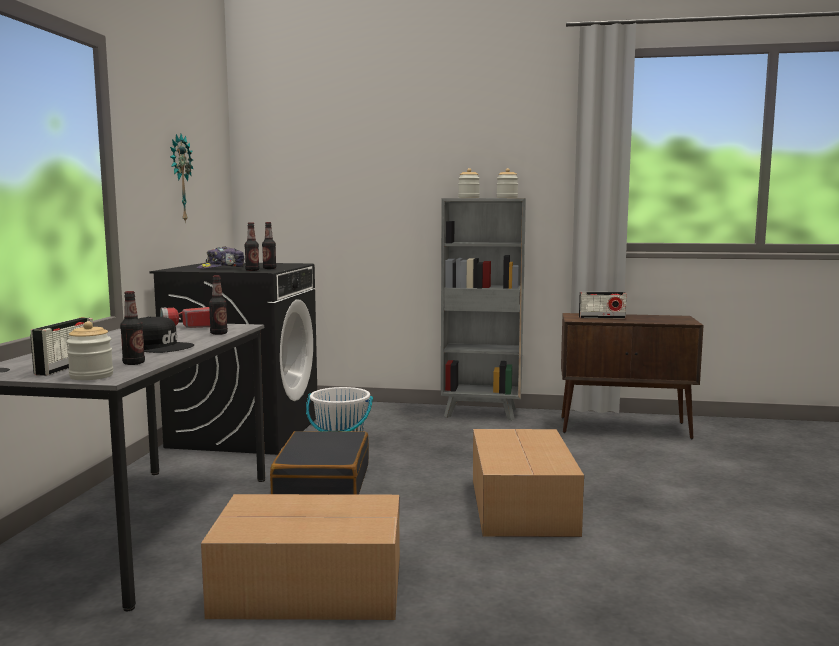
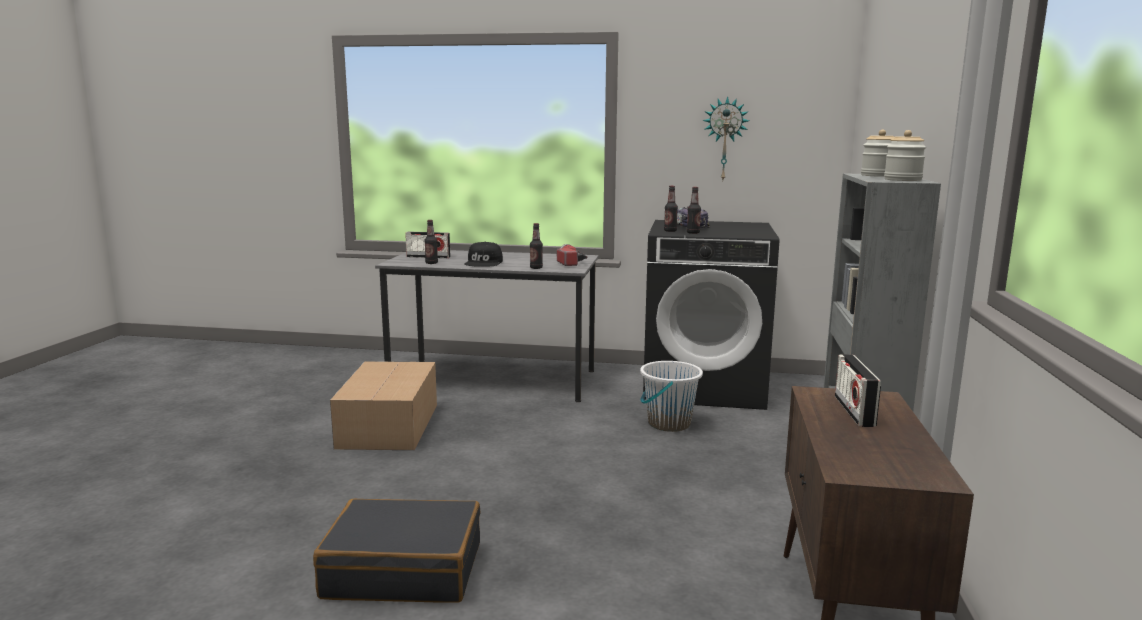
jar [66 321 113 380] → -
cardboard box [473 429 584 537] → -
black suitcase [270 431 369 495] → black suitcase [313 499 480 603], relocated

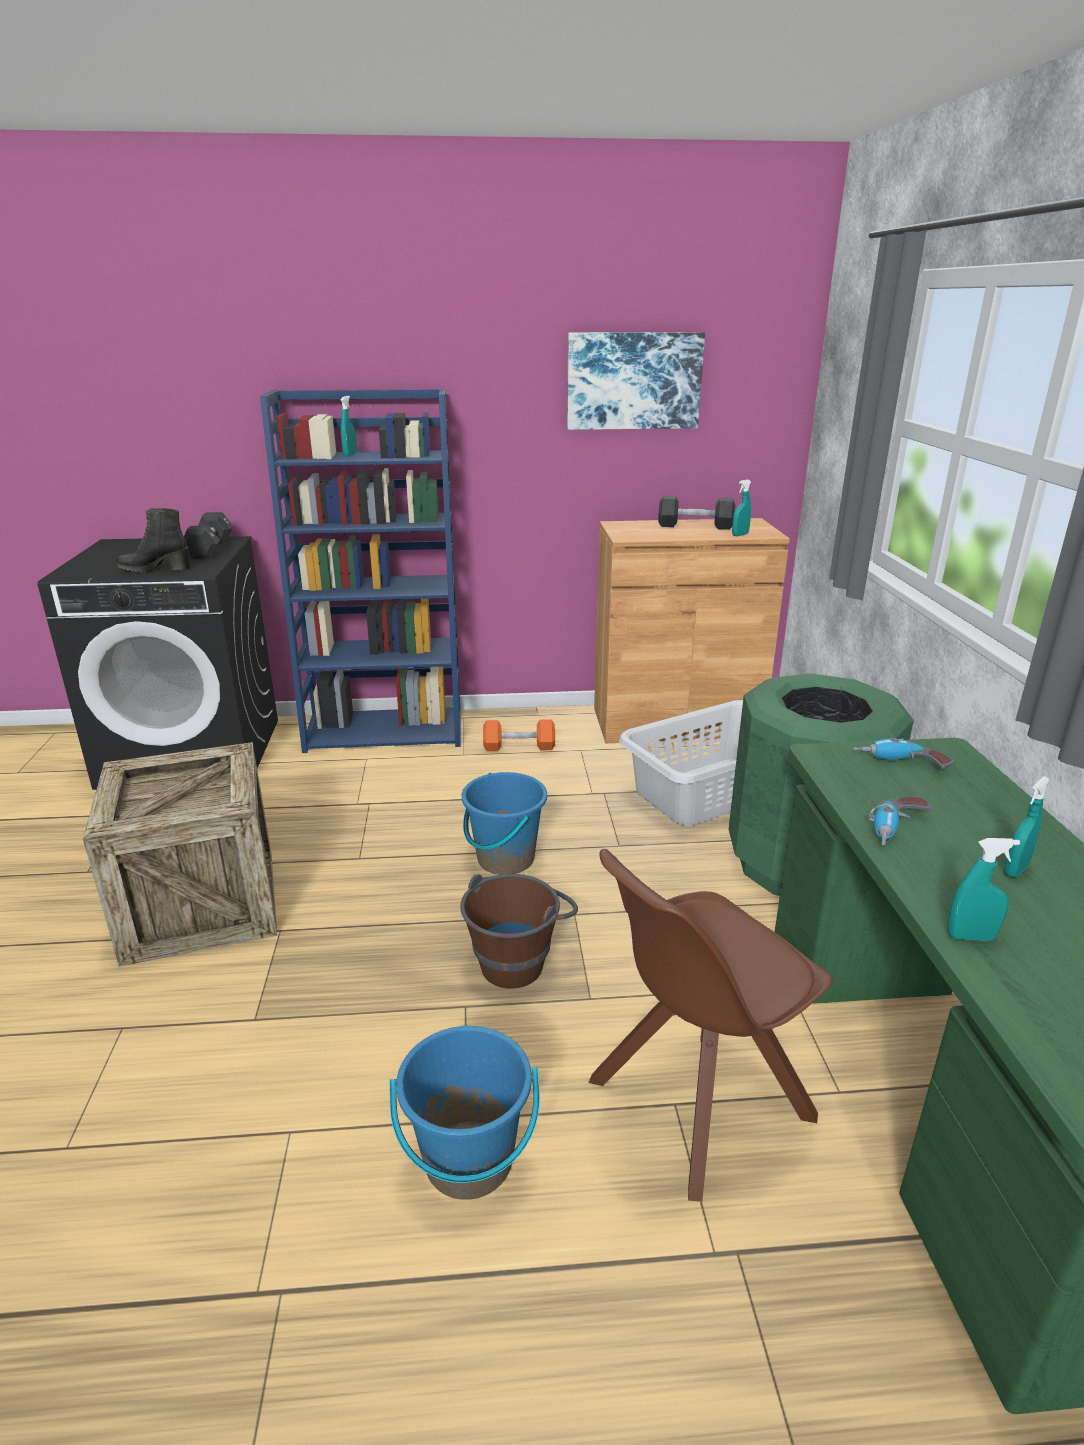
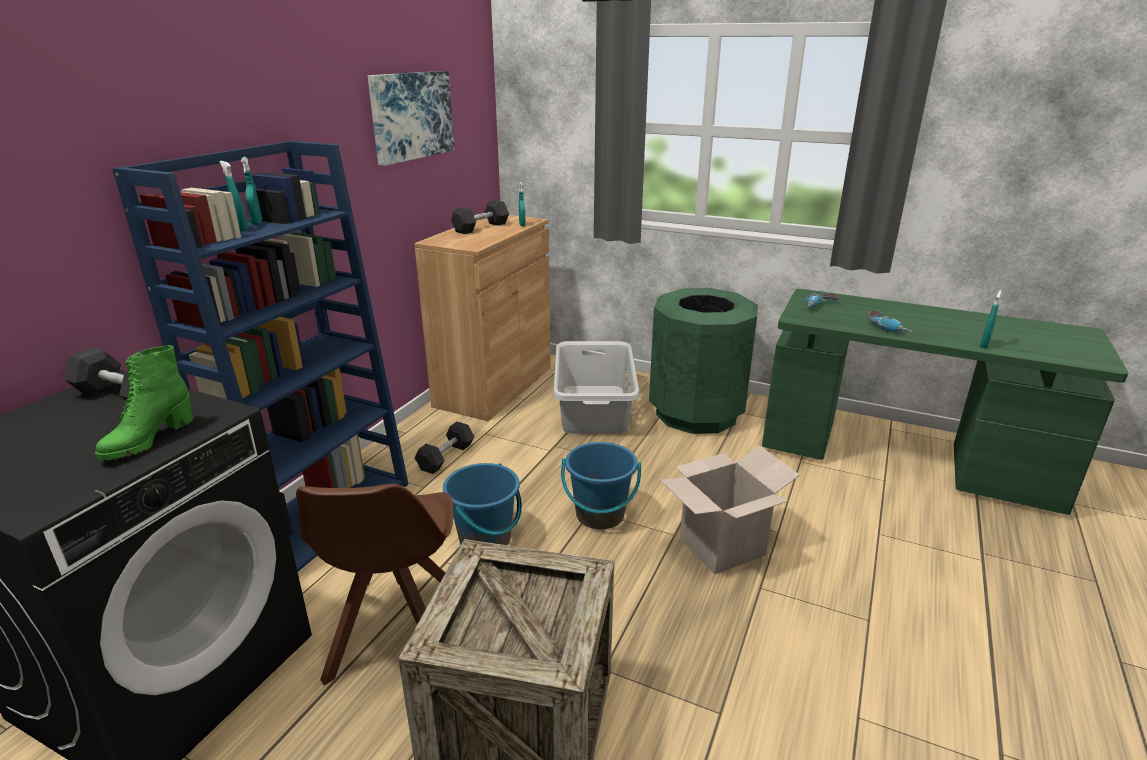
blue bucket [389 1026 540 1200] → blue bucket [443 463 522 545], relocated
brown chair [588 849 833 1202] → brown chair [296 484 454 686], relocated
turquoise spray bottle [1003 776 1050 877] → turquoise spray bottle [241 157 262 225], relocated
brown bucket [460 874 578 989] → cardboard box [660 445 800 575]
black boot [115 508 190 572] → green boot [95 345 193 461]
orange dumbbell [483 719 555 751] → black dumbbell [414 422 475 474]

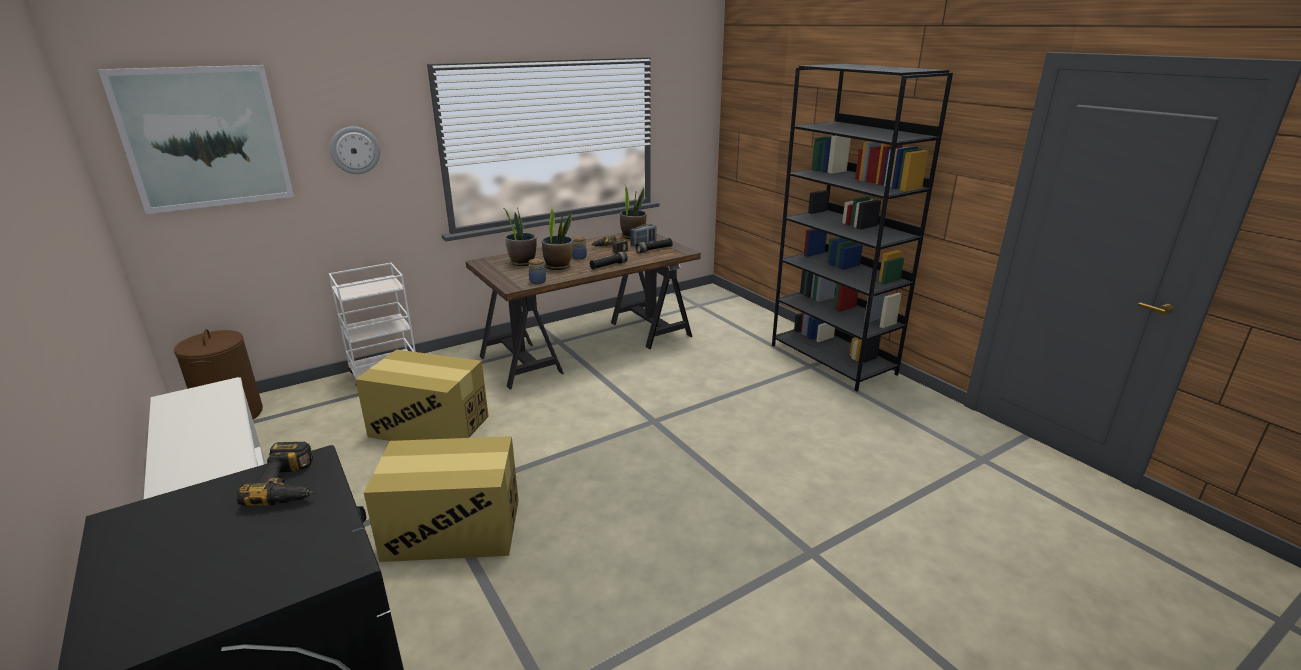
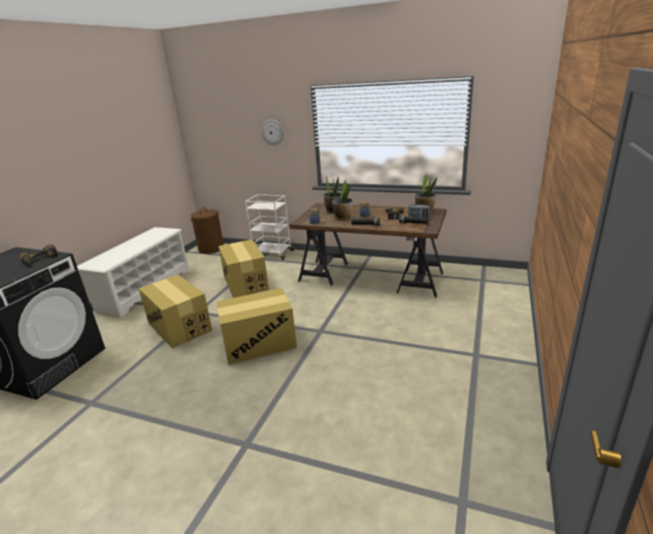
picture [98 65 294 214] → -
black bookcase [772 64 953 392] → -
- → cardboard box [216 288 297 365]

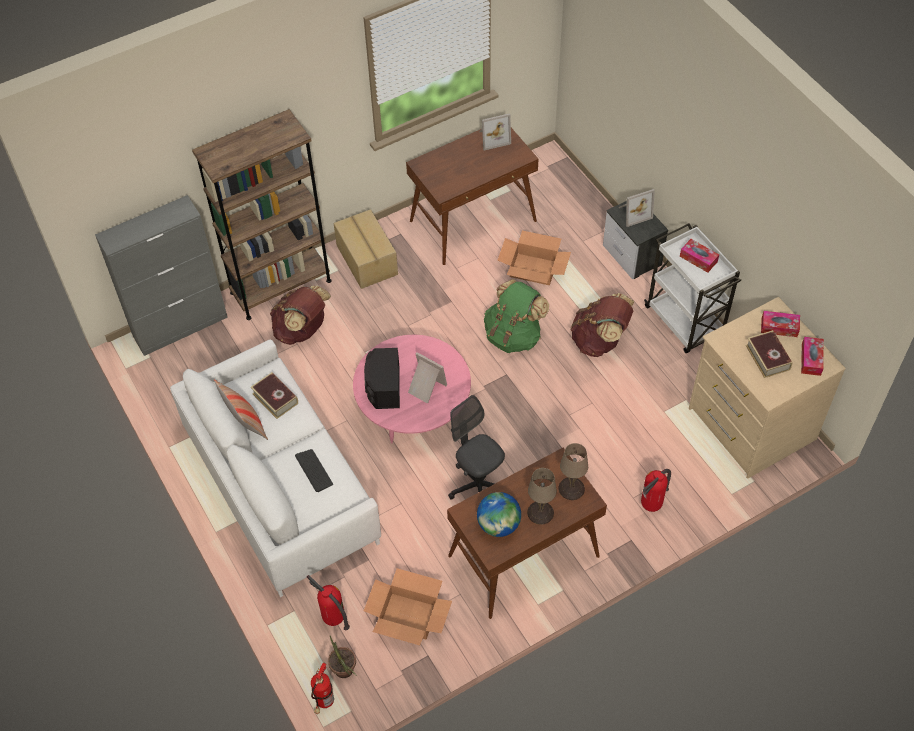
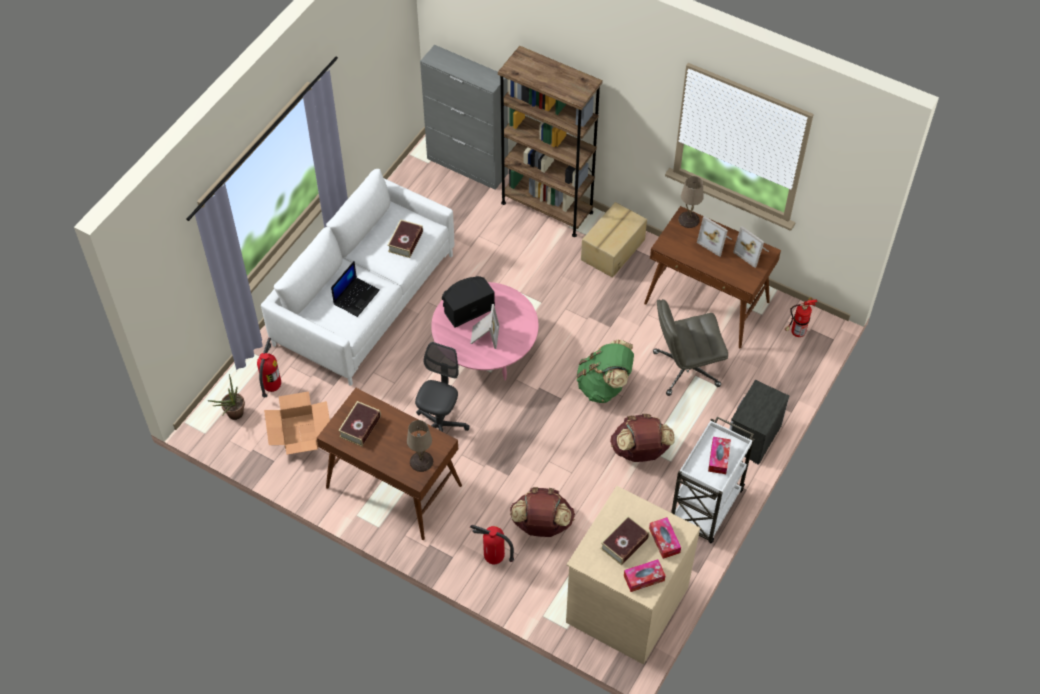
pillow [214 379 268 440] → -
brown backpack [270 286 331 345] → brown backpack [510 487 575 537], relocated
fire extinguisher [311 663 334 714] → fire extinguisher [785 298 817 337], relocated
beige table lamp [527 468 557 525] → beige table lamp [678 176 704 228], relocated
picture frame [618 189 655 227] → picture frame [697 216 732 257], relocated
keyboard [295 449 333 492] → laptop [331 261 380 317]
globe [477 492 521 537] → book [338 401 381 446]
cardboard box [498 230 571 285] → grey office chair [653 299 728 396]

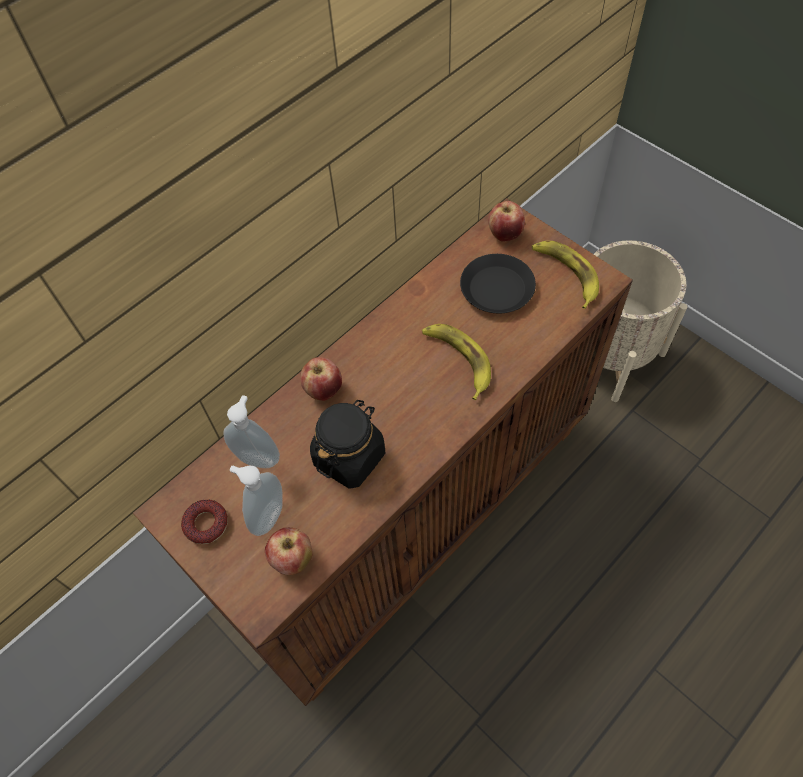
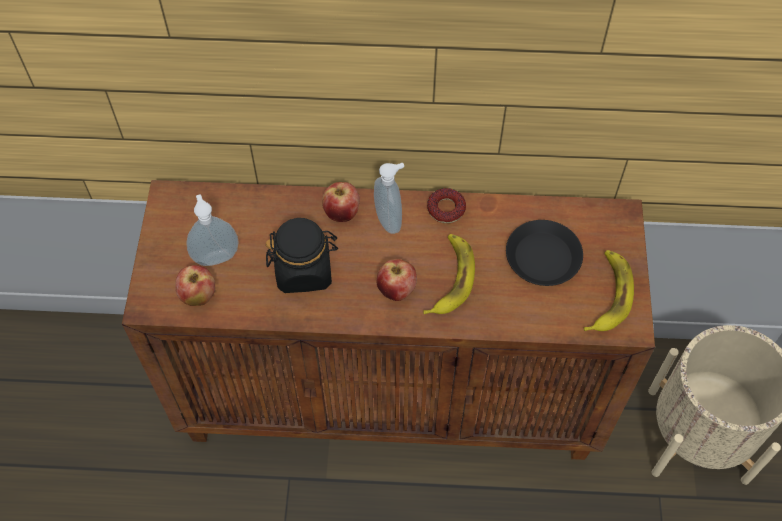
donut [181 500 228 544] → donut [427 188 466 223], relocated
soap dispenser [224 395 280 468] → soap dispenser [374 163 404 234], relocated
apple [488 201 525 241] → apple [377 259 417 301], relocated

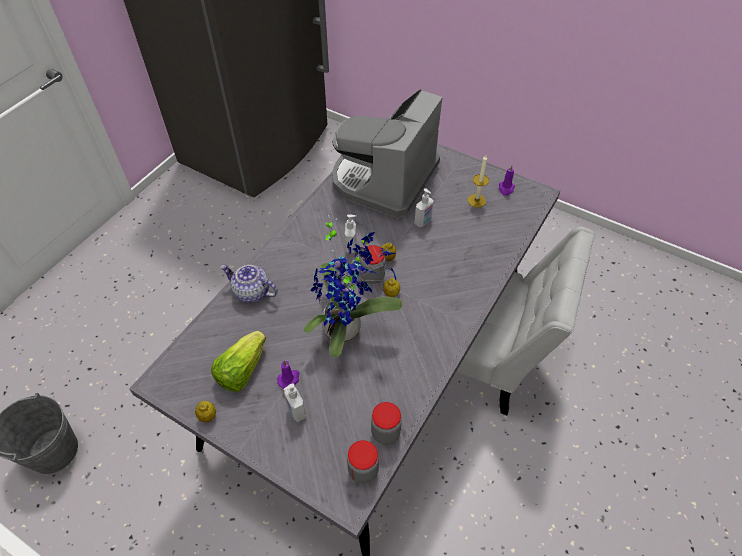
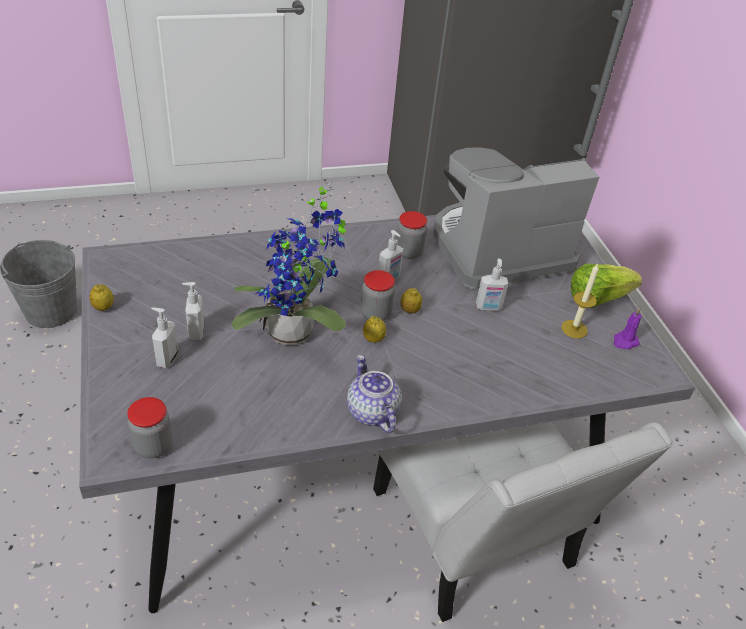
lettuce [211 331 266 392] → lettuce [571 264 642 308], relocated
teapot [220 264 278 303] → teapot [347 355 401 433], relocated
jar [371 402 402 445] → jar [396 211 427 259], relocated
purple candle [277 360 299 389] → soap dispenser [182 282 205 340]

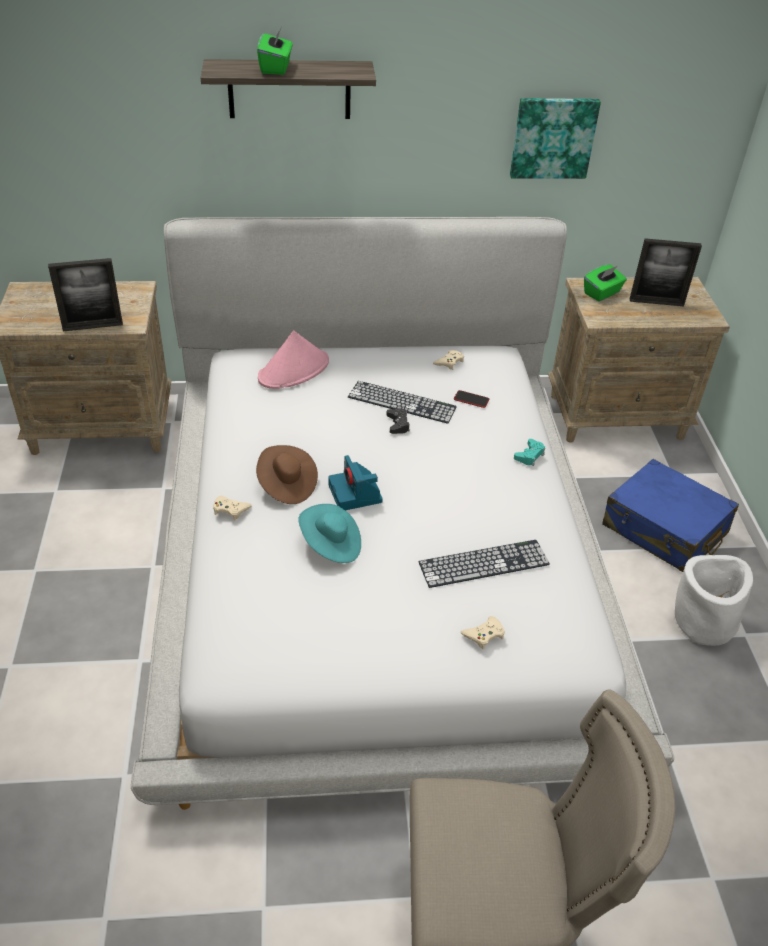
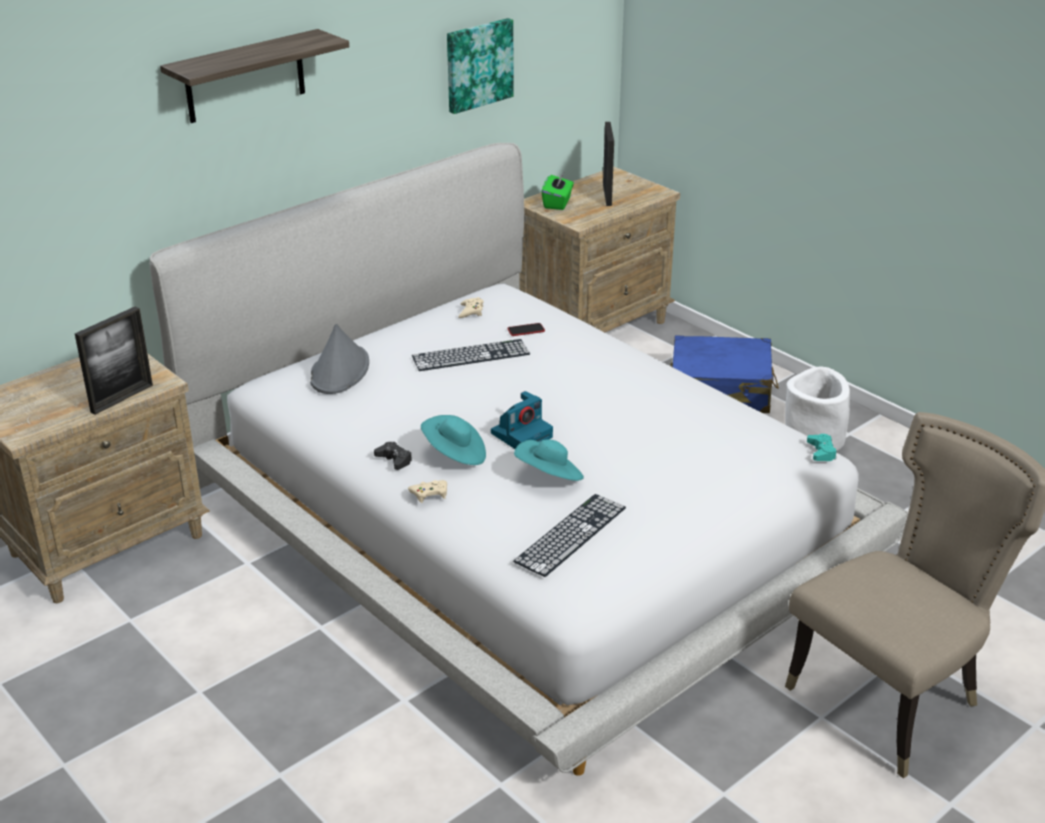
green tissue box [257 28 292 75] → -
beige game controller [461 616 505 649] → -
black game controller [386 408 410 434] → black game controller [374 442 412 470], relocated
keyboard [418 540 550 588] → keyboard [513 494 626 577], relocated
turquoise game controller [514 439 545 466] → turquoise game controller [807 434 837 461], relocated
brown hat [256 445 318 504] → turquoise hat [421 415 486 465]
pink hat [258 331 329 389] → grey hat [310 324 369 394]
photo camera [328 455 383 510] → photo camera [491 391 553 449], 75 degrees counterclockwise
picture frame [630 238 702 306] → picture frame [603 122 614 206], 60 degrees counterclockwise

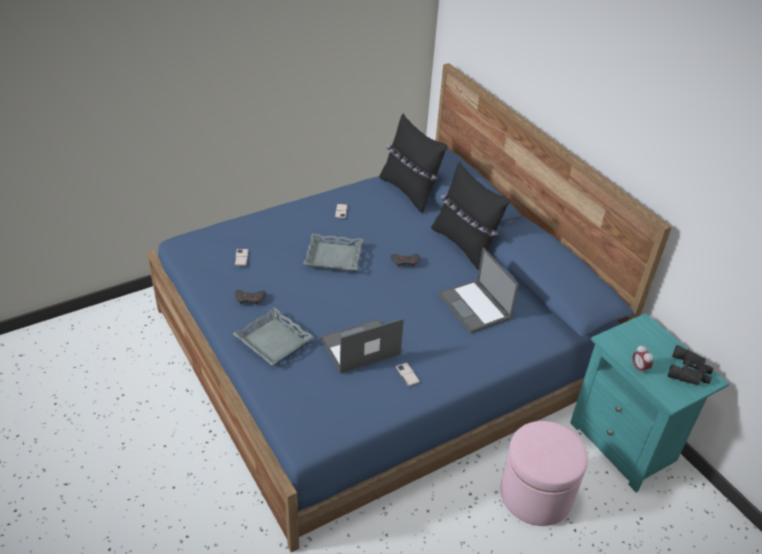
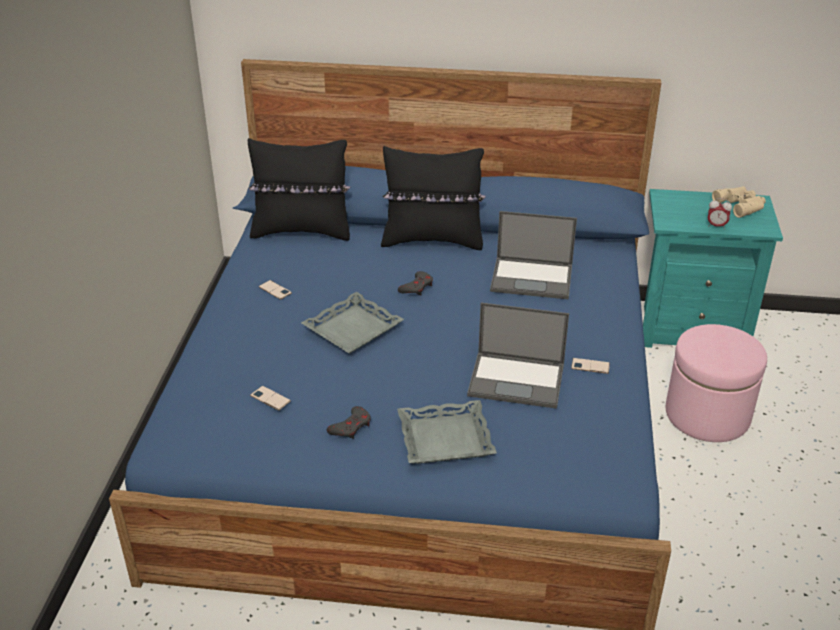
black binoculars [667 345 713 385] → beige binoculars [712 186 766 218]
laptop [320 318 404 374] → laptop [467 303 569 409], 90 degrees counterclockwise

